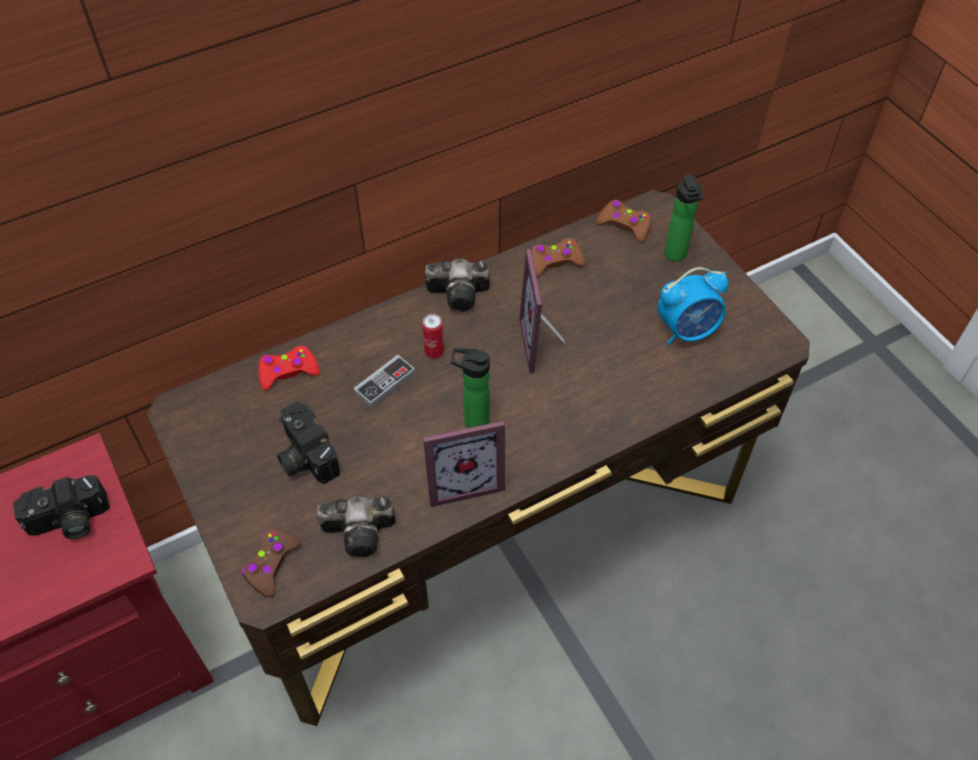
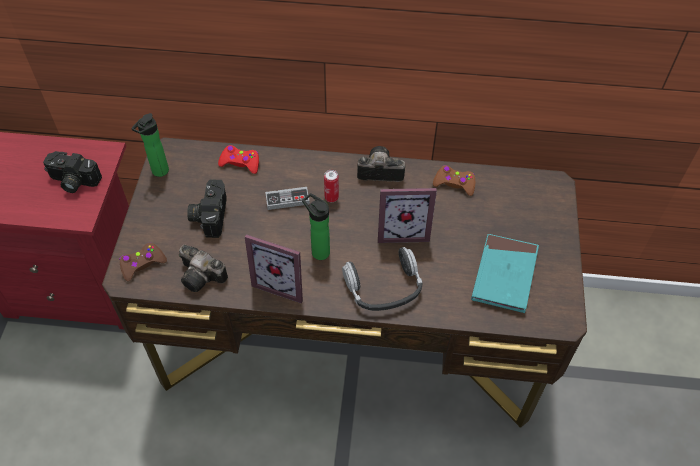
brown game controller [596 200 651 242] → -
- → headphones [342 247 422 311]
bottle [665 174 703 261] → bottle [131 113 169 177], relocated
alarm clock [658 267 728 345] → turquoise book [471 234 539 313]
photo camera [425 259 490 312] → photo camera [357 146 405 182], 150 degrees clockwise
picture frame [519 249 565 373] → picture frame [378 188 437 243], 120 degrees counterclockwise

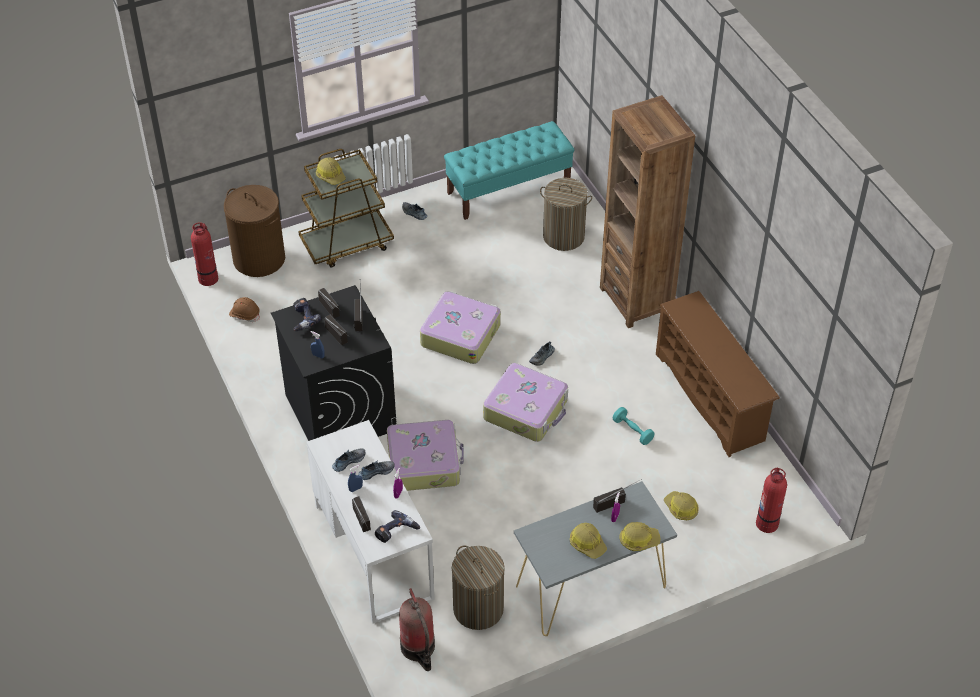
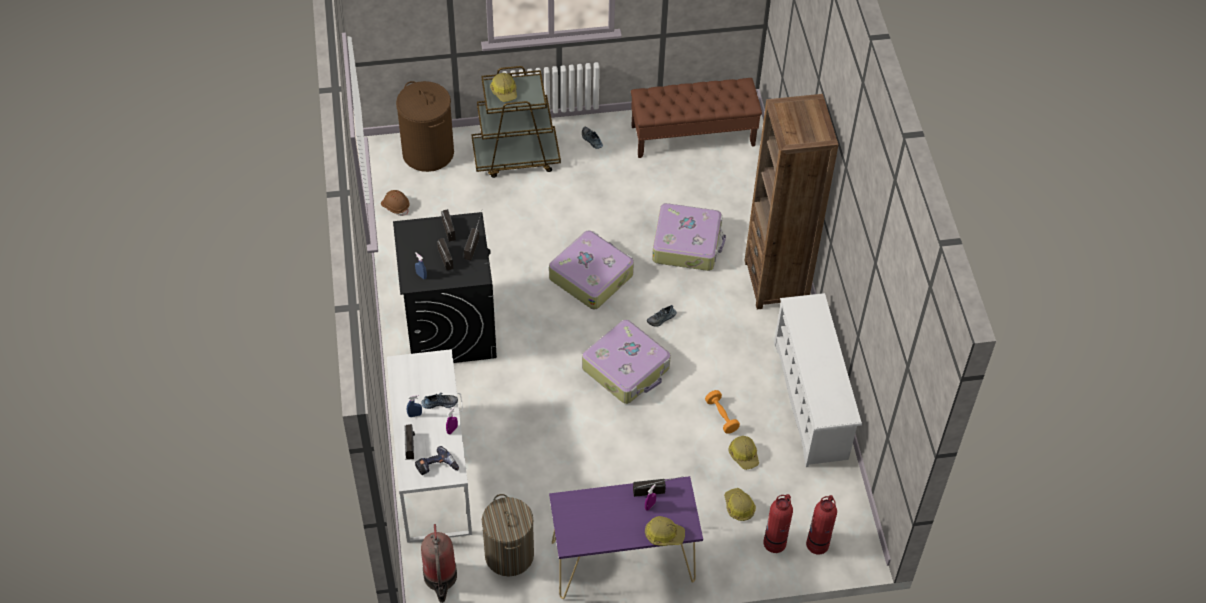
power drill [293 298 321 331] → -
shoe [332 448 365 472] → -
laundry basket [540 178 592 251] → -
fire extinguisher [191 222 218 286] → fire extinguisher [763 494 793 553], relocated
suitcase [387 420 464 491] → suitcase [652 203 726 271], relocated
hard hat [570 523 607 559] → hard hat [728 436 759 470], relocated
turquoise bench [444 121 574 220] → brown bench [631 78 762 158]
grey console table [514 481 677 636] → purple console table [549 476 703 599]
turquoise dumbbell [613 407 655 445] → orange dumbbell [705 390 740 434]
brown shoe rack [656 291 780 457] → white shoe rack [774 293 862 467]

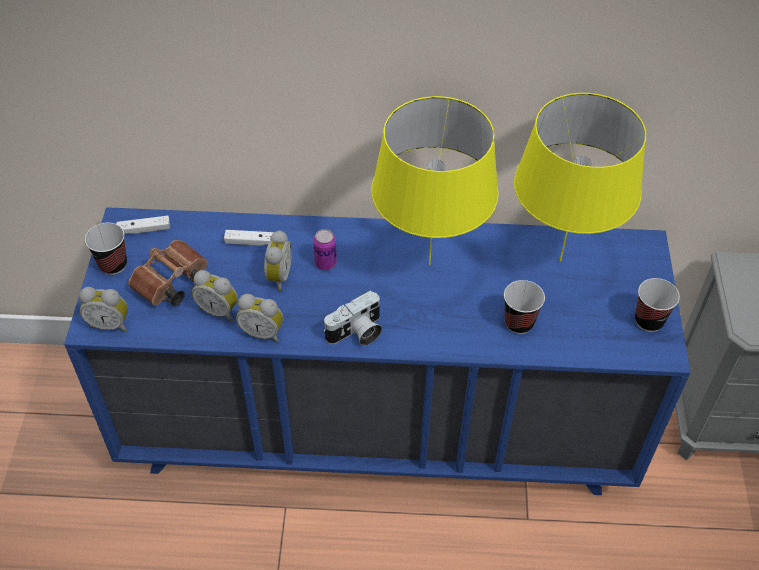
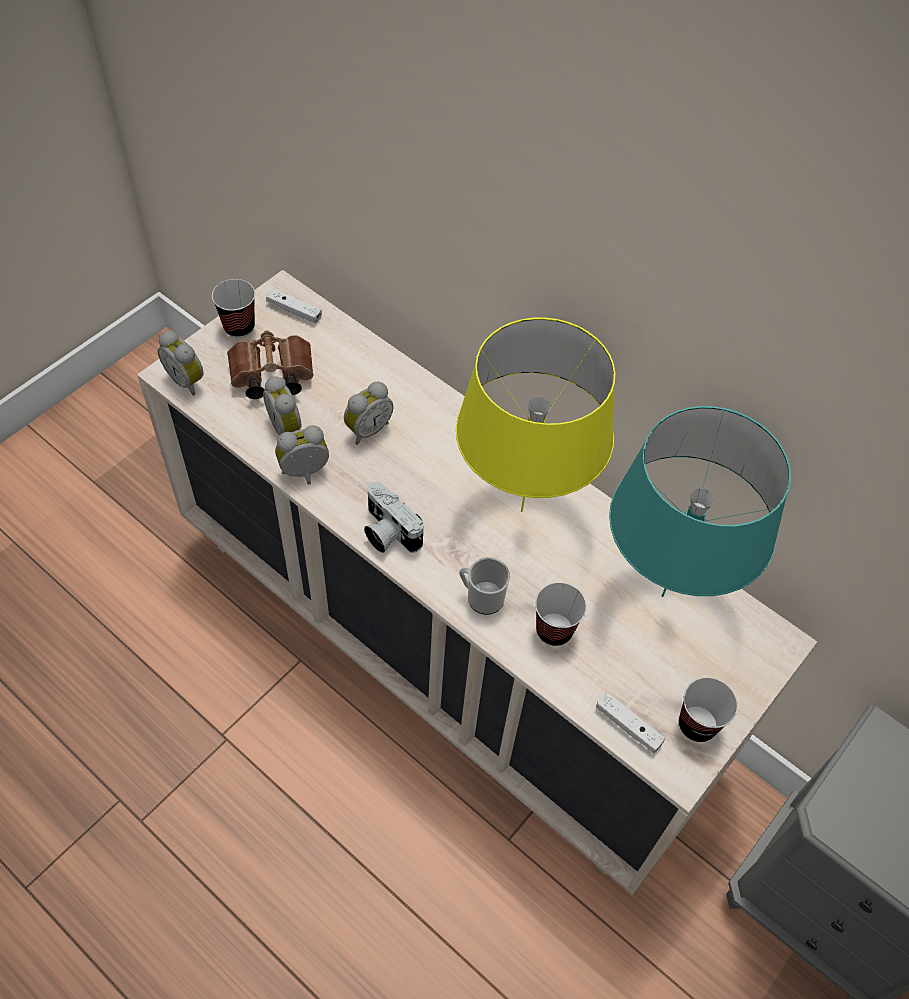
can [313 229 337 270] → -
- → mug [459 557 510 615]
white game controller [224 230 274 246] → white game controller [596 692 665 753], relocated
blue dresser [64 207 691 495] → beige dresser [137 270 817 895]
yellow table lamp [514 93 646 262] → turquoise table lamp [609 406 791 597]
alarm clock [236 294 283 342] → alarm clock [275 425 329 485], 105 degrees clockwise
photo camera [323 290 382 345] → photo camera [364 482 423 553], 45 degrees clockwise

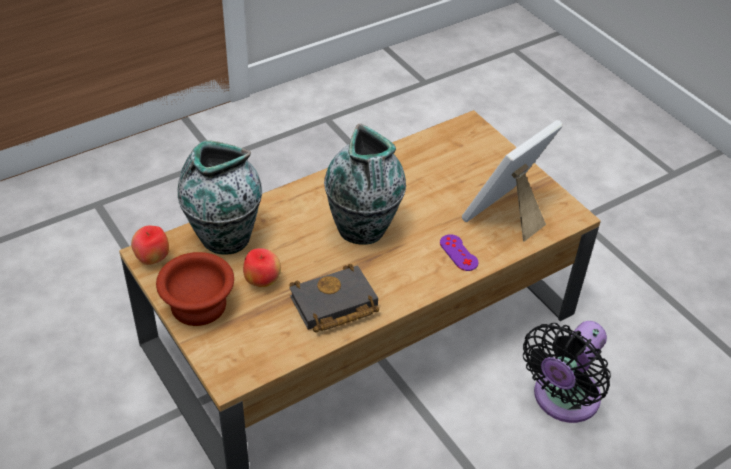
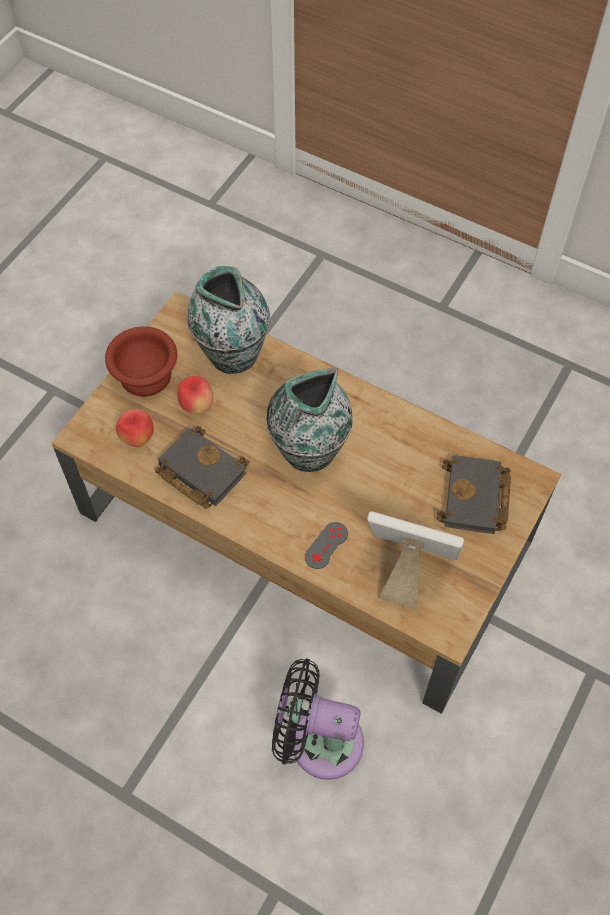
- → black book [436 455 511 534]
apple [131 225 169 265] → apple [116 409 154 447], relocated
purple game controller [440 234 479 271] → grey game controller [305 522 348 569]

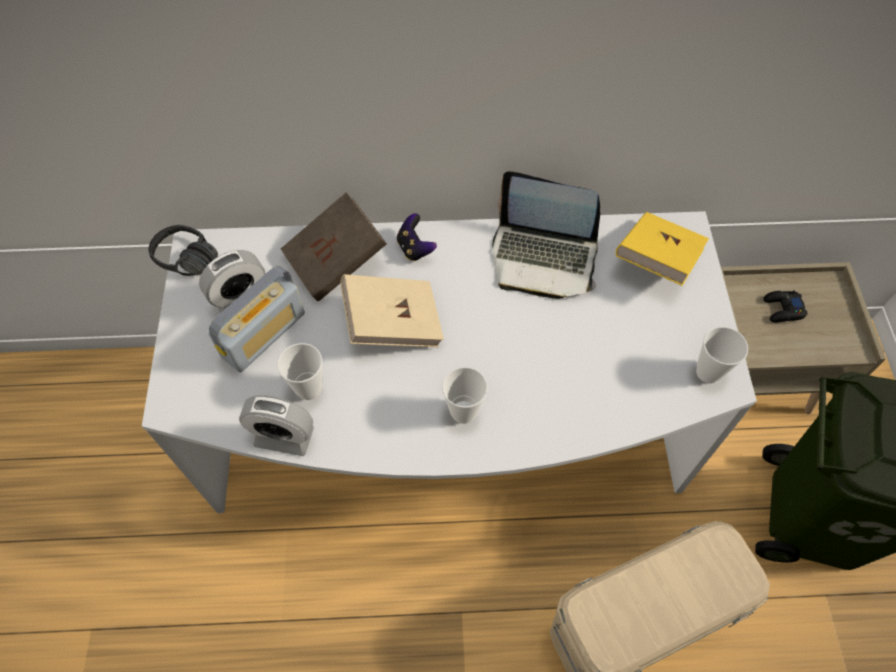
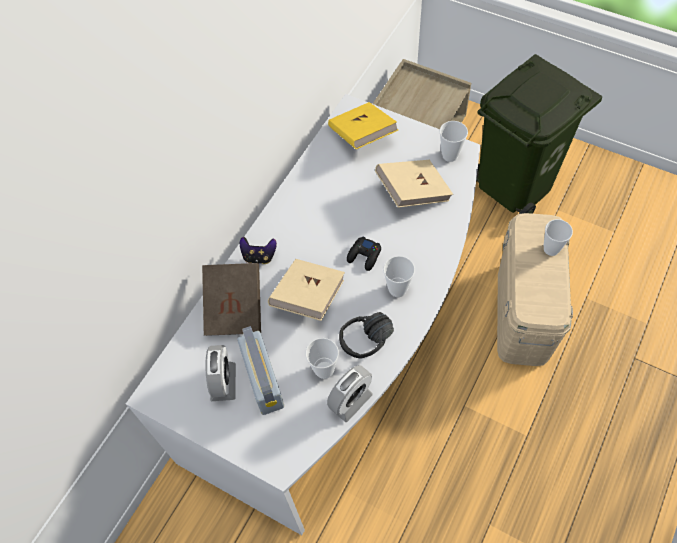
laptop [492 171 600 299] → -
- → beige book [375 160 453 208]
- → cup [543 219 573 256]
black headphones [148 225 218 276] → black headphones [339 312 394 359], relocated
black game controller [763 290 808 323] → black game controller [347 236 381 271], relocated

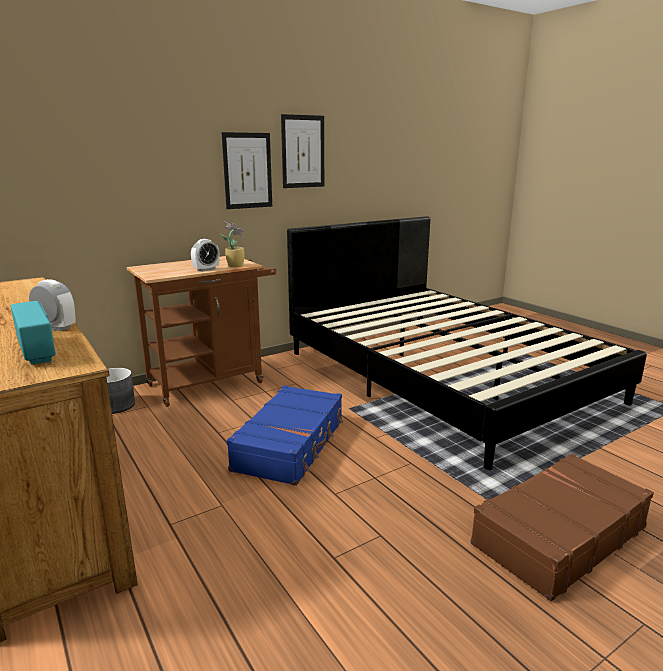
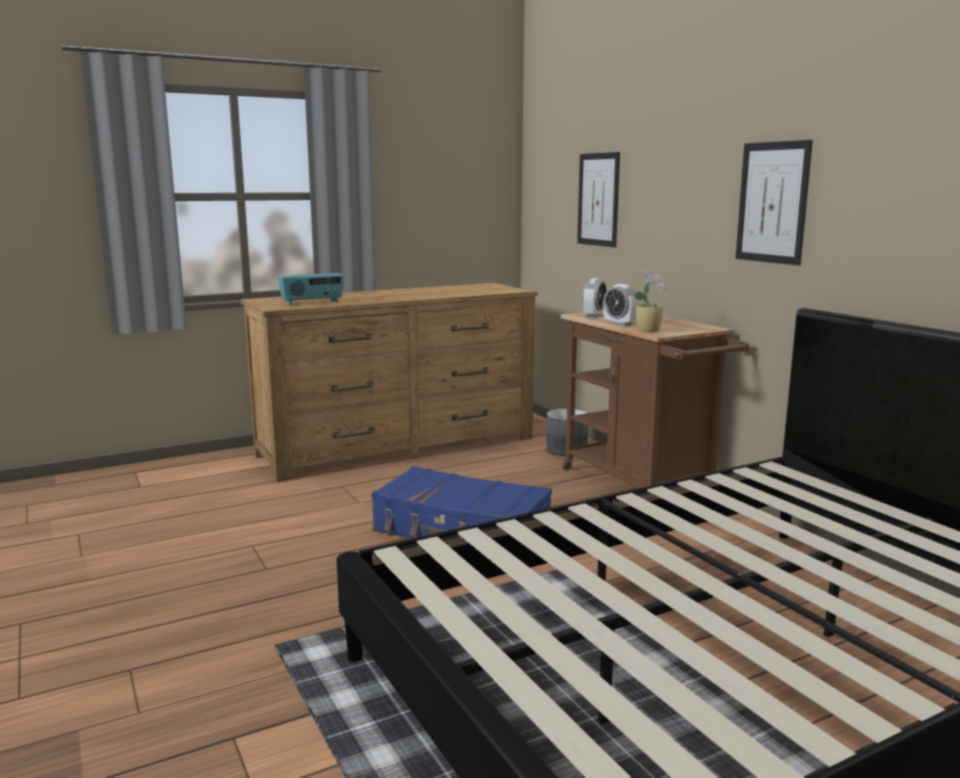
brown suitcase [470 454 654 601] → -
alarm clock [29 279 76 331] → alarm clock [582 278 607 318], relocated
picture [281 114 324 188] → picture [577 152 620 247], relocated

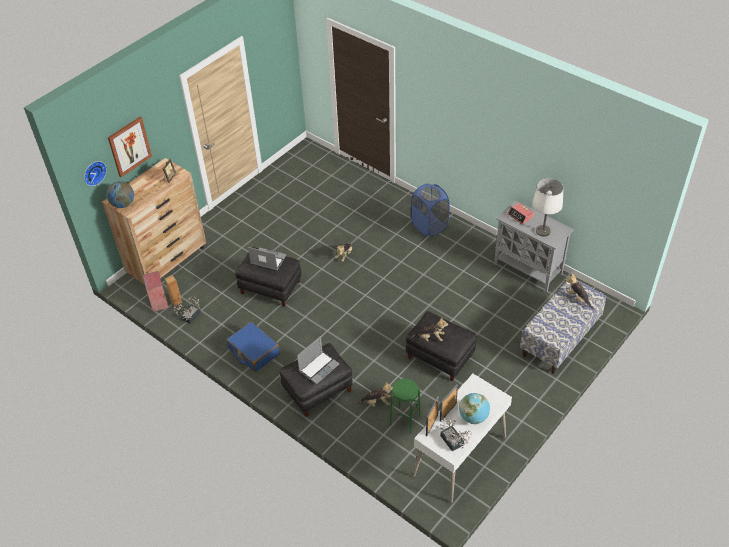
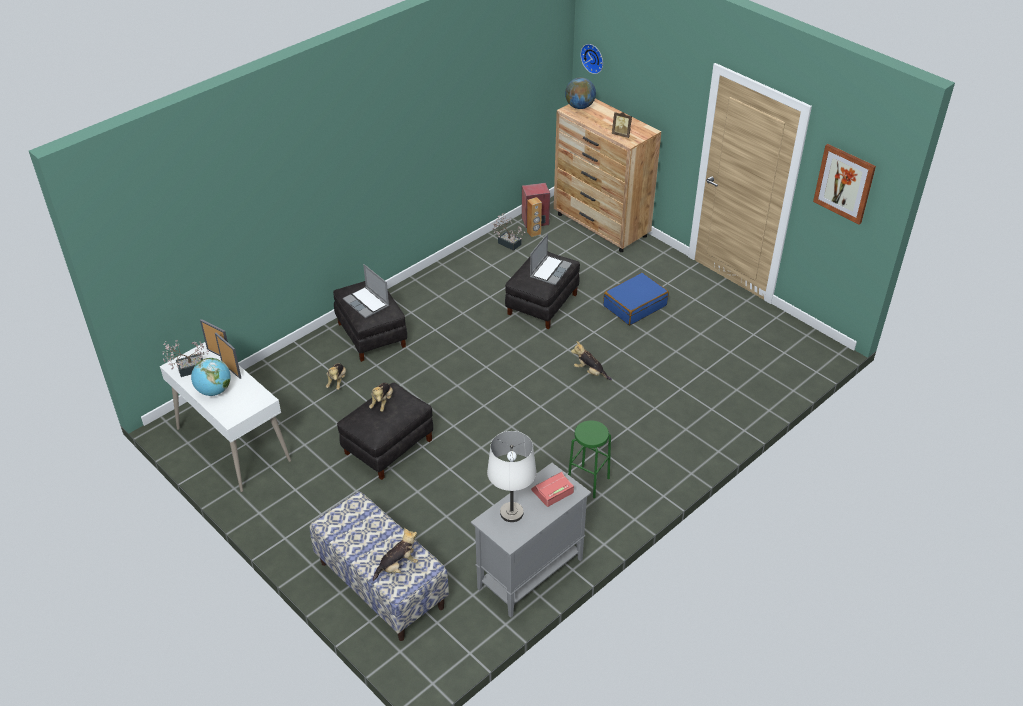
blue laundry basket [411 183 450 237] → -
picture [108 117 152 177] → picture [813 144 876 225], relocated
blue suitcase [226 321 280 372] → blue suitcase [603 272 669 325], relocated
green stool [389 379 421 434] → green stool [568 420 611 498], relocated

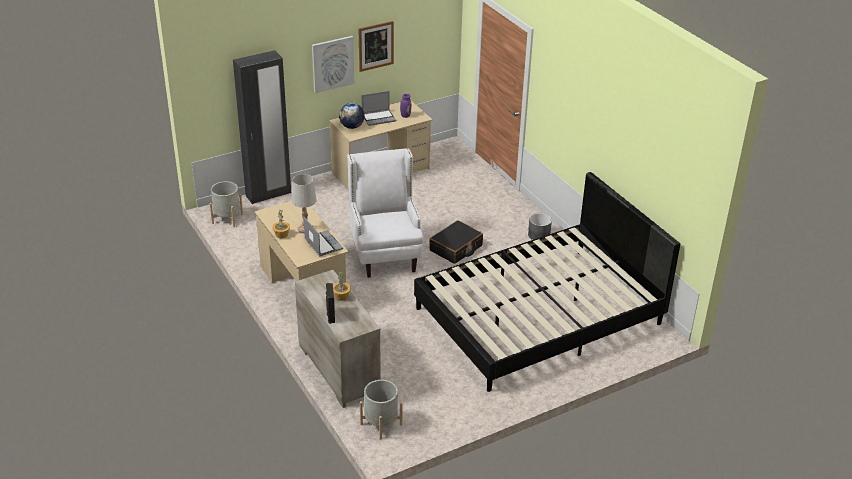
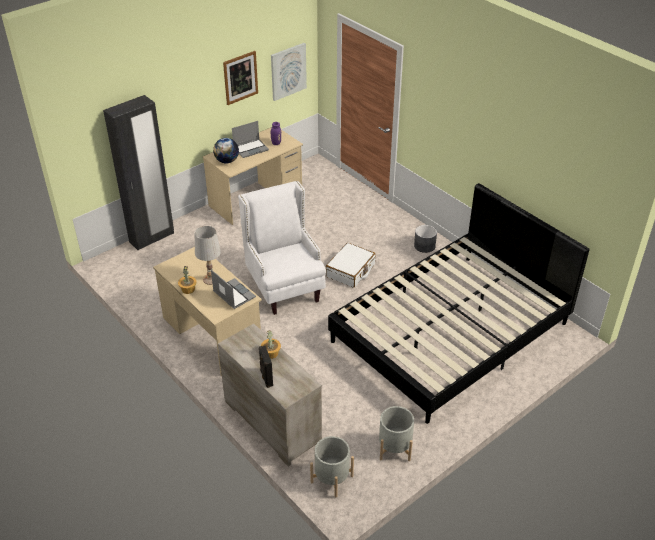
grey planter [210 181 243 227] → grey planter [379 406 414 461], relocated
picture [312 36 354 93] → picture [271 43 307 101], relocated
black suitcase [429 220 483 264] → white suitcase [326 243 376 288]

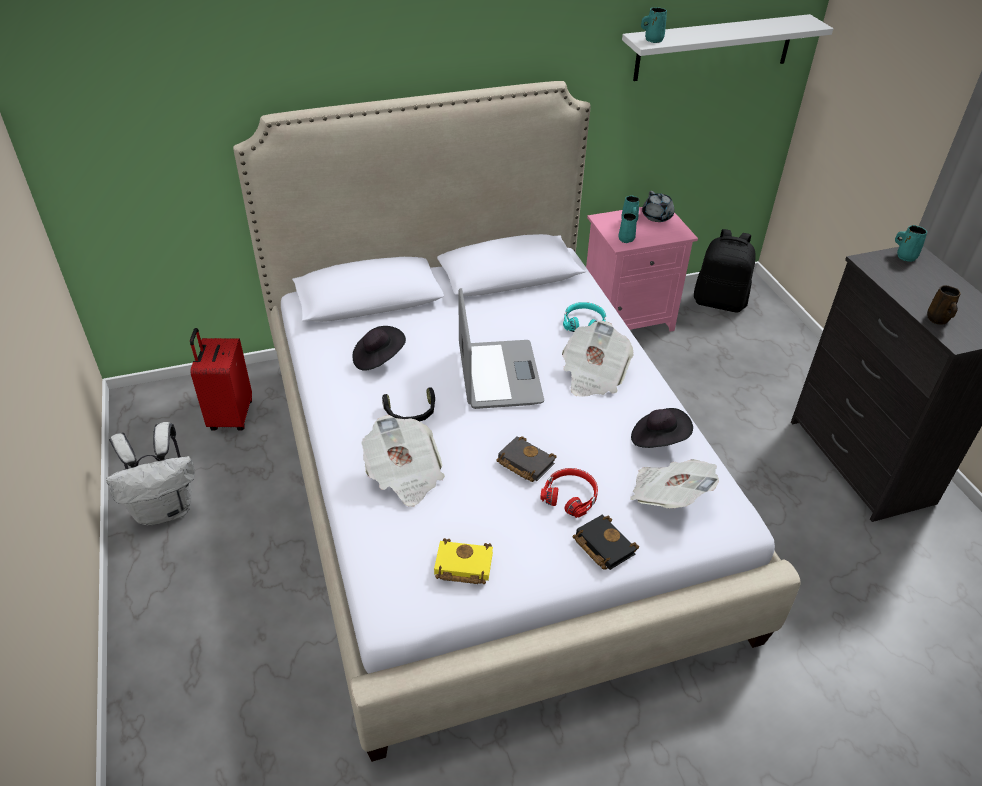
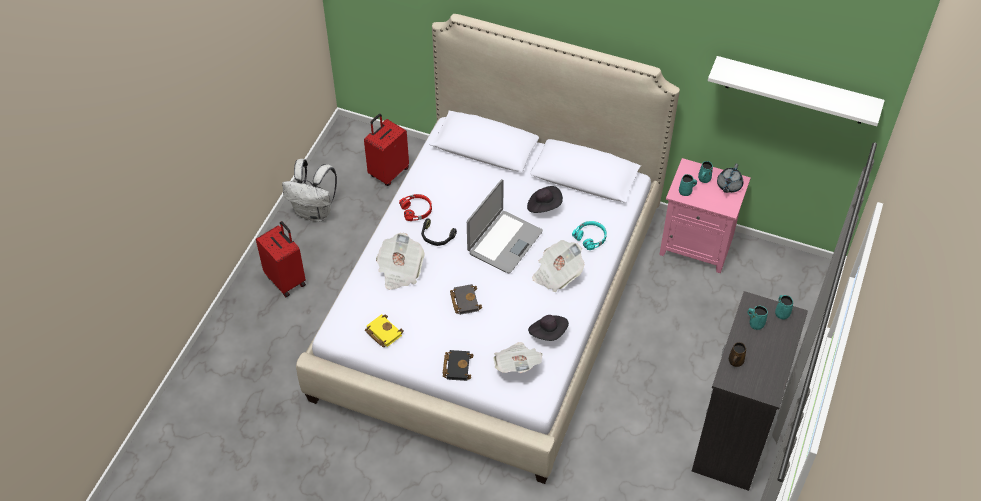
black backpack [694 229 756 313] → -
- → red suitcase [256 221 306 297]
black hat [352 326 406 371] → black hat [527 186 563 213], relocated
red headphones [540 468 598 518] → red headphones [399 194 432 221], relocated
turquoise mug [641 7 667 43] → turquoise mug [748 305 768 330], relocated

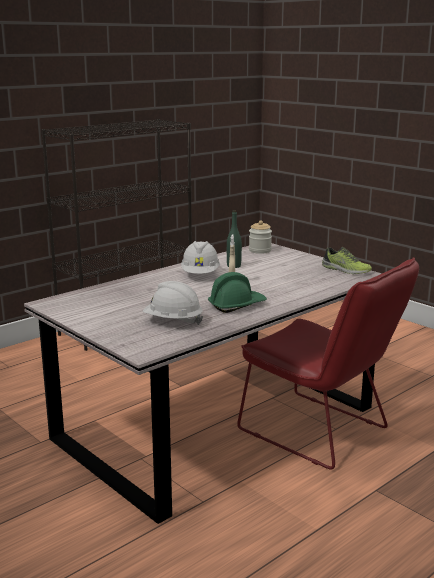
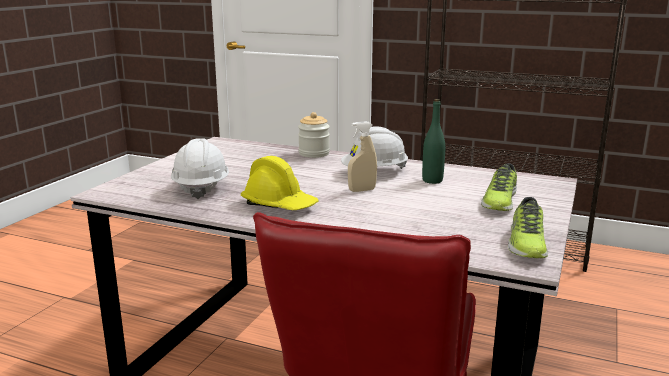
- → shoe [481 163 517 211]
jar [249 221 272 254] → jar [298 112 330 158], relocated
green hard hat [208 272 267 313] → yellow hard hat [241 156 319 210]

